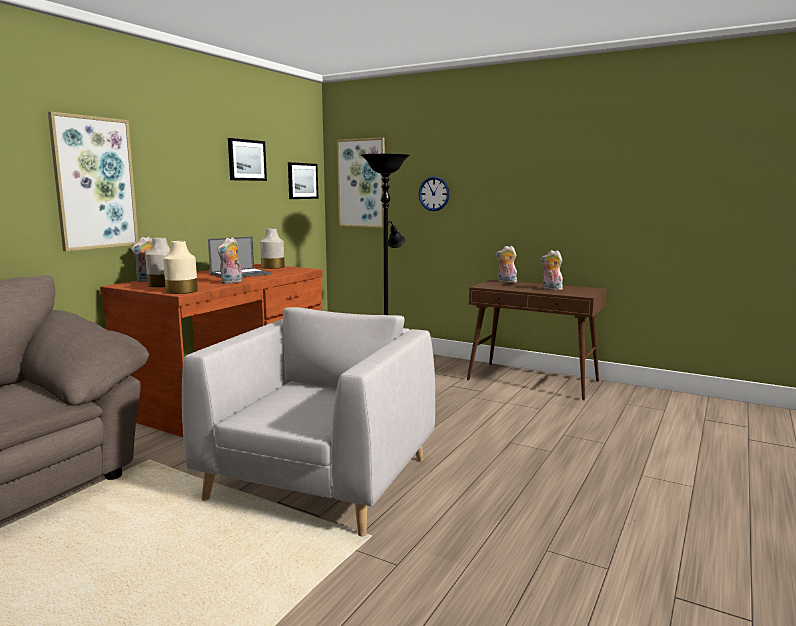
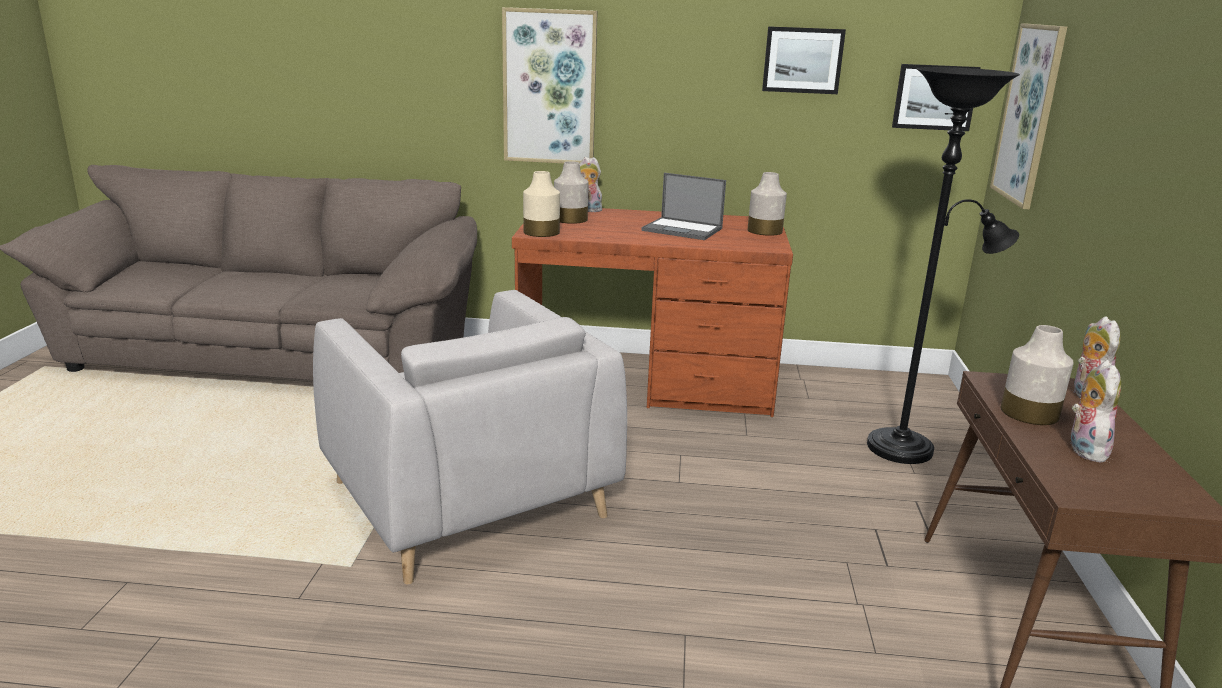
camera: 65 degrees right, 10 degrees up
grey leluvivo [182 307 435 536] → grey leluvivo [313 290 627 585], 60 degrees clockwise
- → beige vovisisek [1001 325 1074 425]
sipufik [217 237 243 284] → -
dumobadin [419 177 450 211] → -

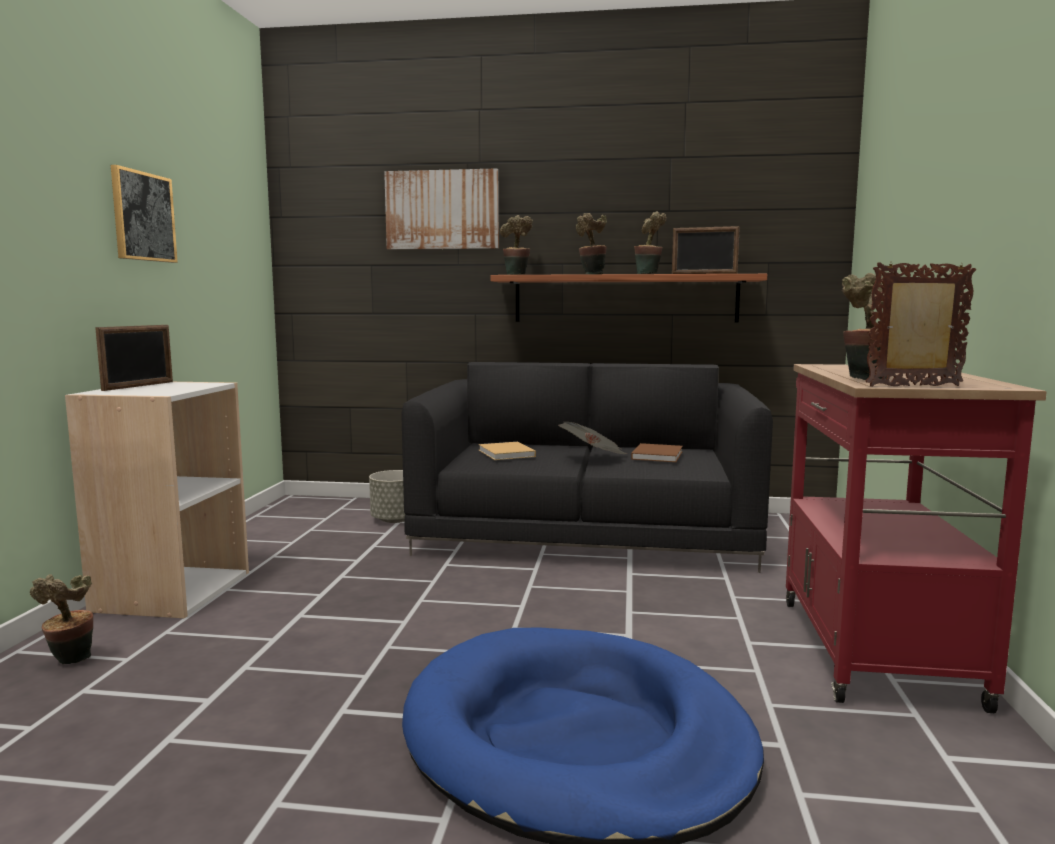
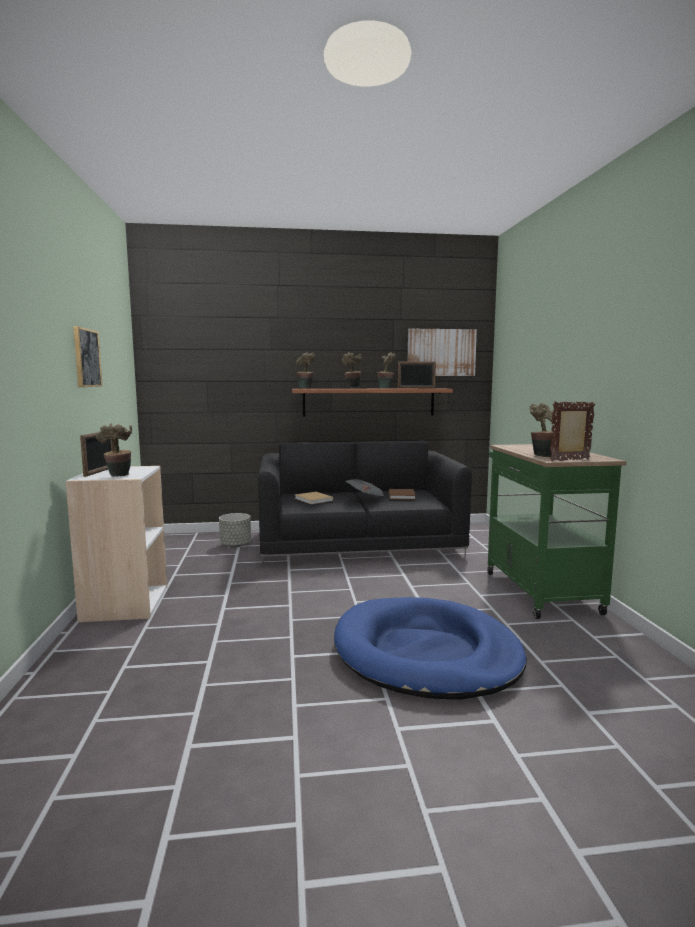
camera: 15 degrees left, 0 degrees up
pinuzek [30 574 93 664] → pinuzek [96 423 132 477], moved
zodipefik [384 168 499 250] → zodipefik [408 329 477 376], moved
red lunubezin [786 364 1047 713] → green lunubezin [487 444 626 619]

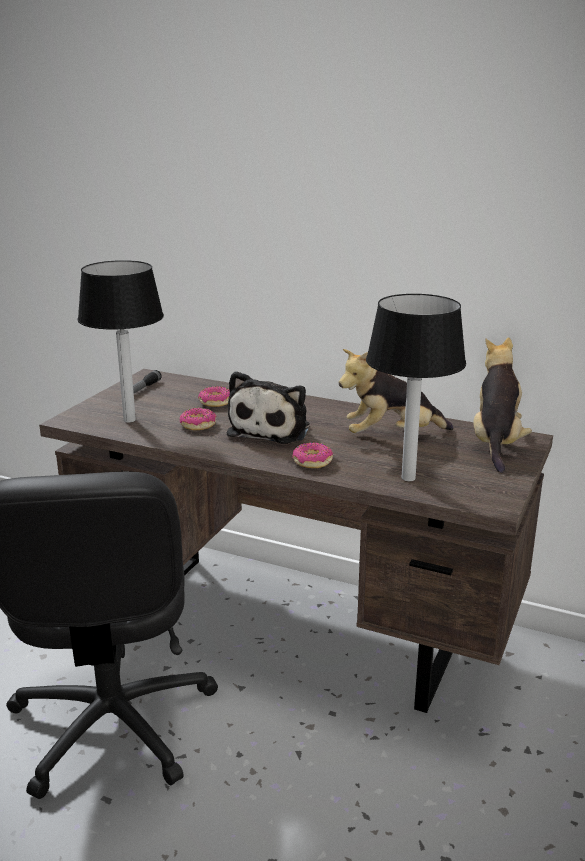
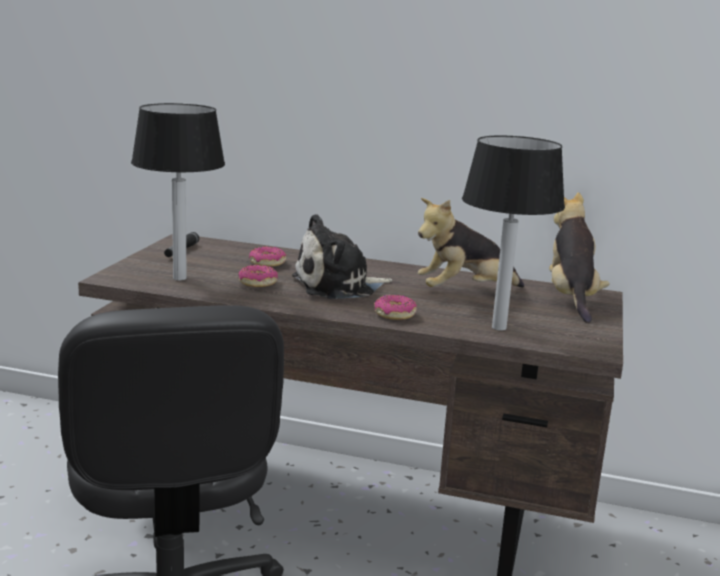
camera: 10 degrees left, 5 degrees down
sipufik [227 371 310 444] → sipufik [292 214 393 299], 60 degrees clockwise

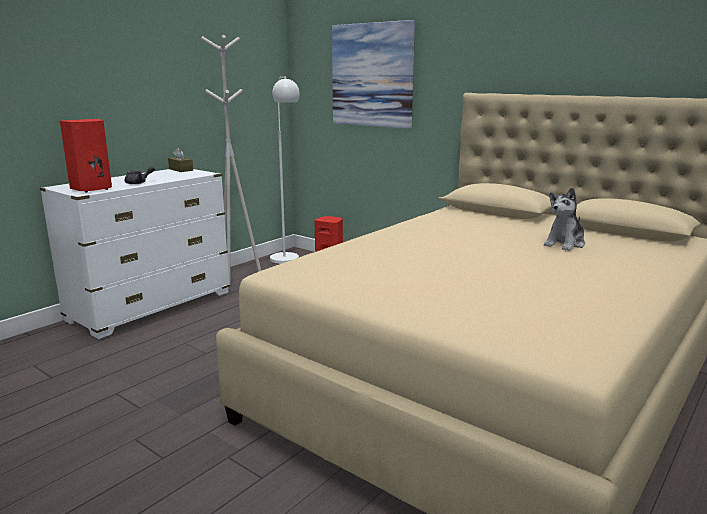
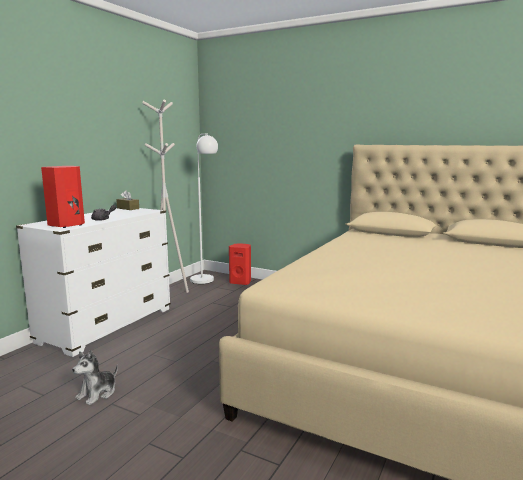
camera: 10 degrees left, 5 degrees down
sipufik [544 187 585 251] → sipufik [72 350 118 405], moved
zodipefik [332 20 415 129] → -

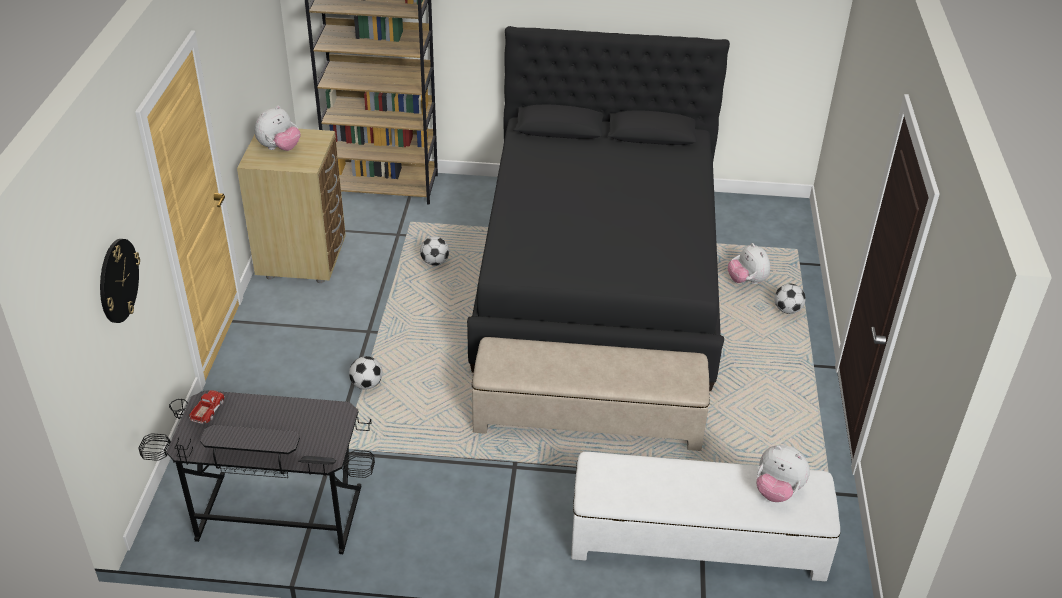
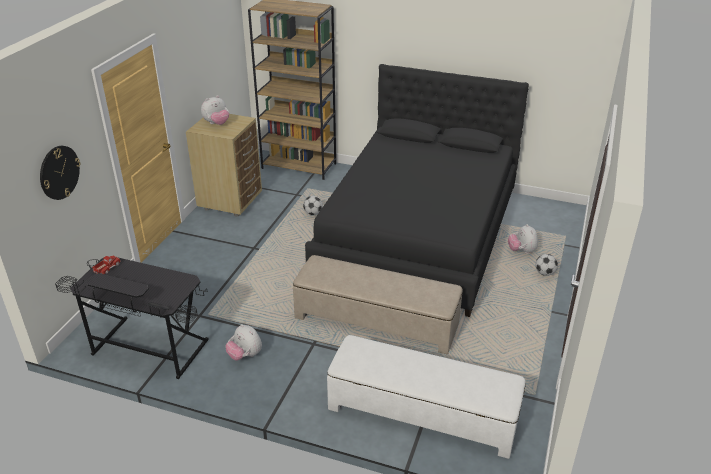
camera: 15 degrees right, 5 degrees down
sipufik [756 445 810 502] → sipufik [225 324 262 361], moved
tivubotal [349 356 382 390] → -

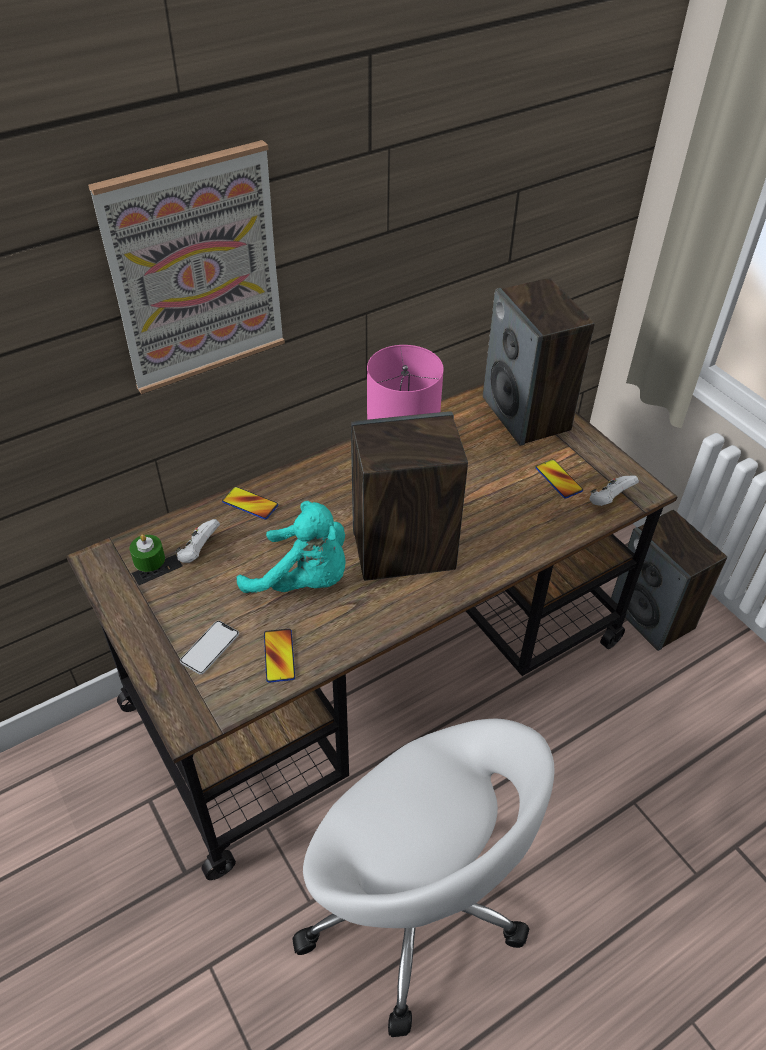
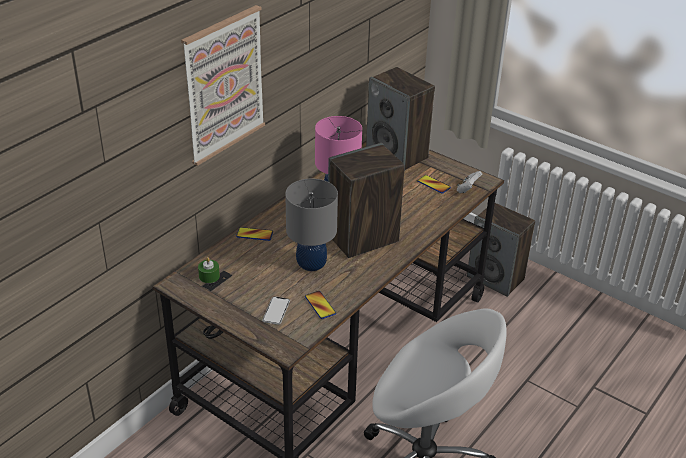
camera: 20 degrees left, 10 degrees down
turquoise sipufik [237 501 345 593] → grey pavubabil [285 179 338 271]
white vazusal [176 519 220 563] → -

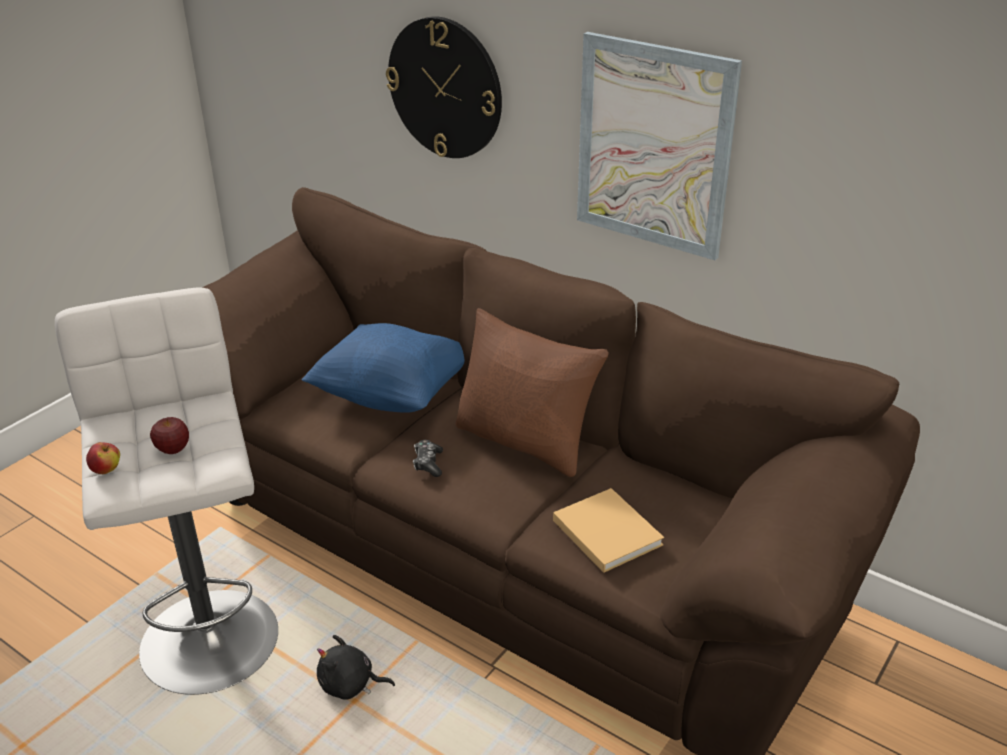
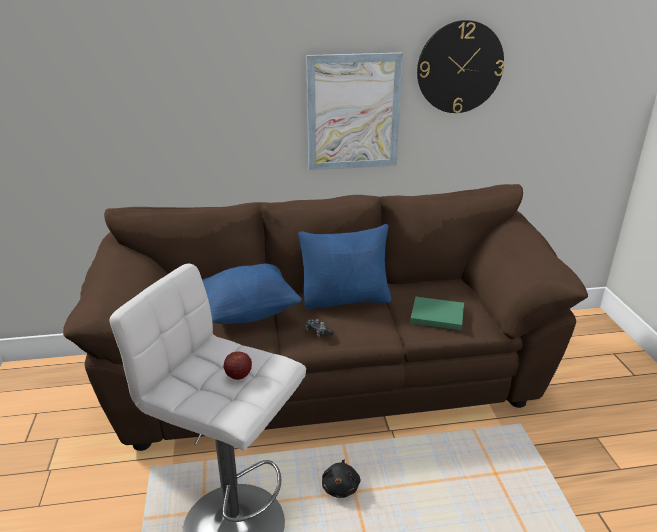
camera: 45 degrees left, 5 degrees down
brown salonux [456 308 609 477] → blue salonux [298 224 391 310]
black sipufik [317 635 395 700] → black sipufik [322 460 360 498], 45 degrees counterclockwise
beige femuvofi [553 488 664 573] → green femuvofi [410 297 464 330]
dumobadin [386 16 502 158] → dumobadin [417 20 504 113], moved
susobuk [86 442 120 474] → -

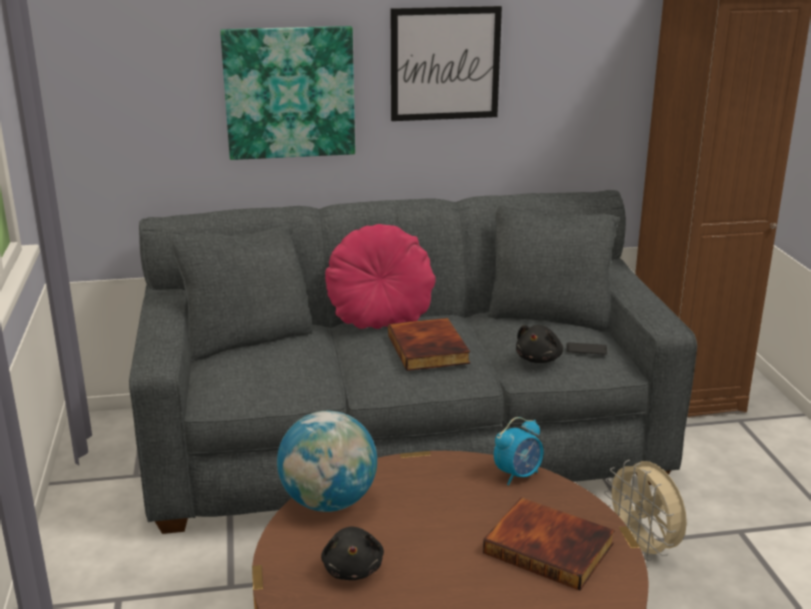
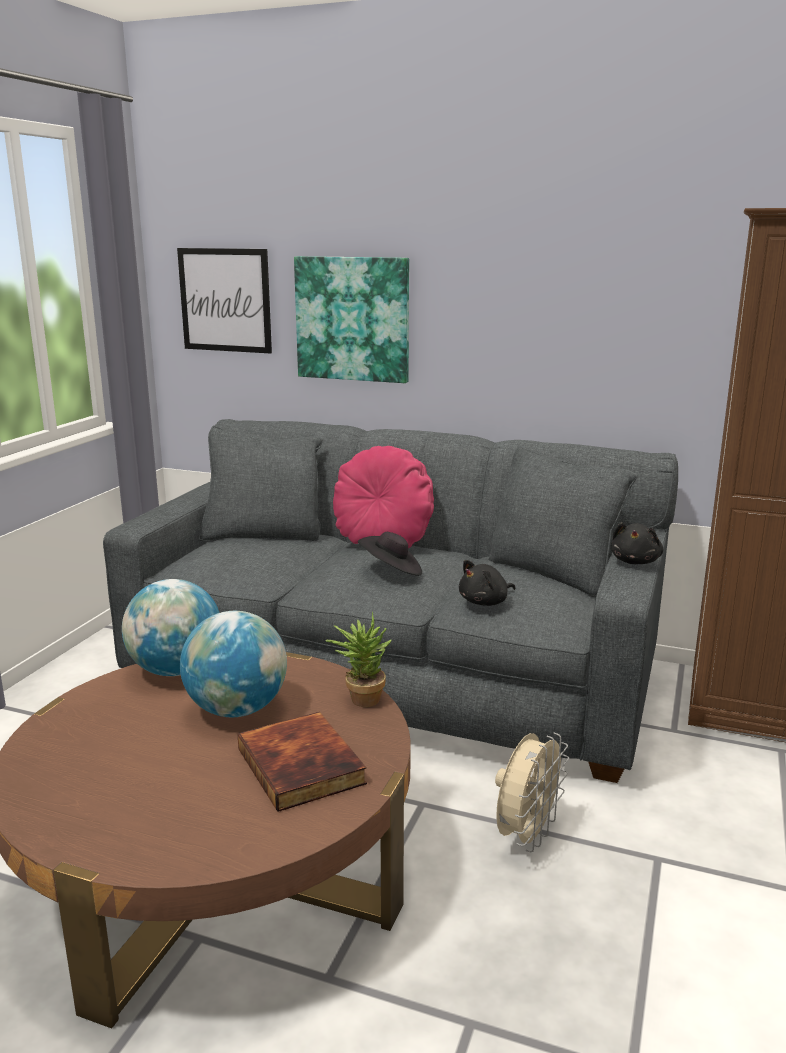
camera: 30 degrees right, 5 degrees down
zodipefik [391 6 502 121] → zodipefik [177 248 272 353], moved
- → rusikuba [180 611 287 717]
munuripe [494 417 543 485] → pinuzek [326 612 392 707]
femuvofi [388 318 470 371] → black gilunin [358 532 422 576]
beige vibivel [604 460 687 561] → beige vibivel [495 733 569 852], 150 degrees counterclockwise
black sipufik [321 527 384 580] → black sipufik [611 522 663 564], moved
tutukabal [566 343 607 355] → -

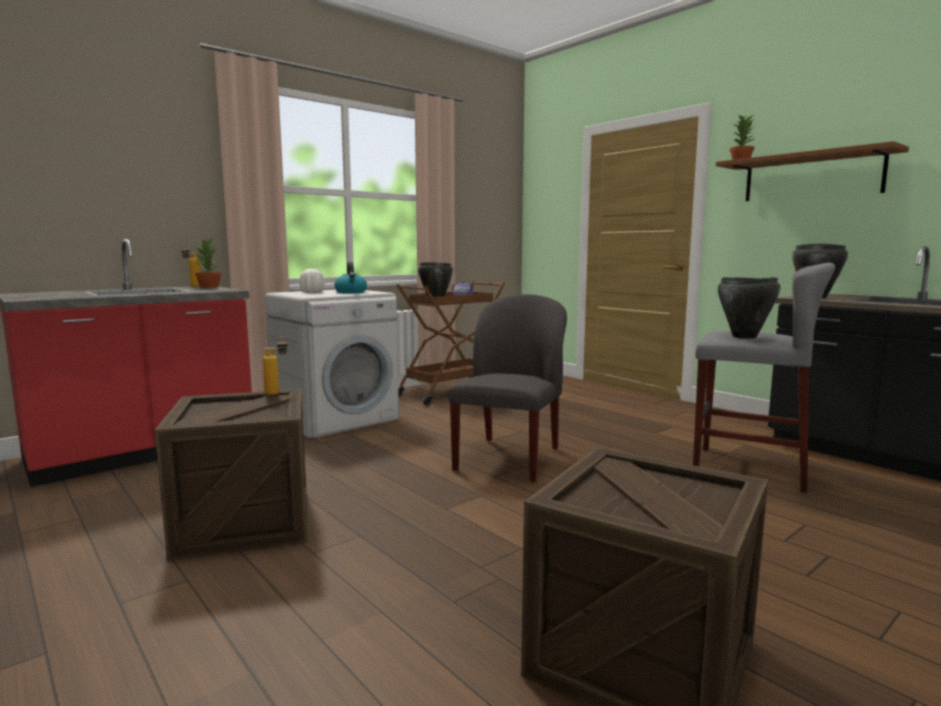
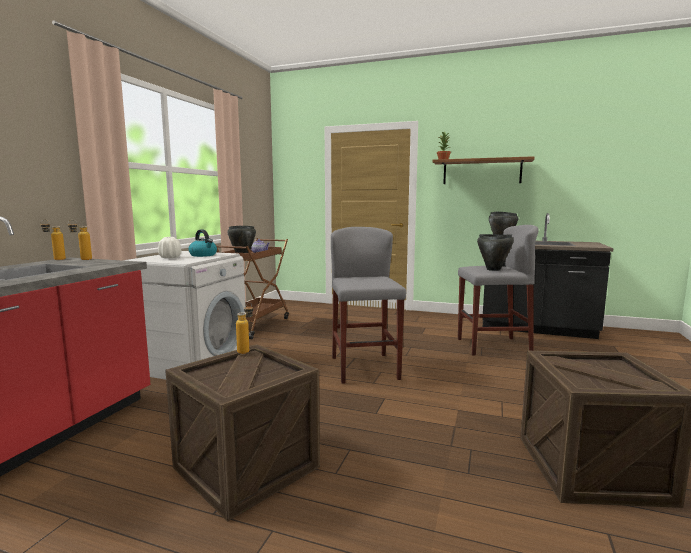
camera: 30 degrees left, 0 degrees up
pinuzek [195 238 222 288] → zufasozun [68 220 92 260]
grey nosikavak [448 294 567 482] → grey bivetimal [331 227 406 384]

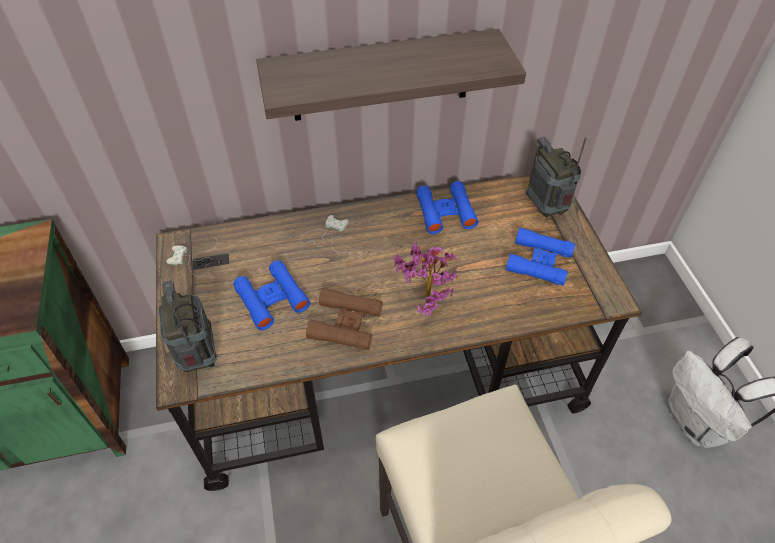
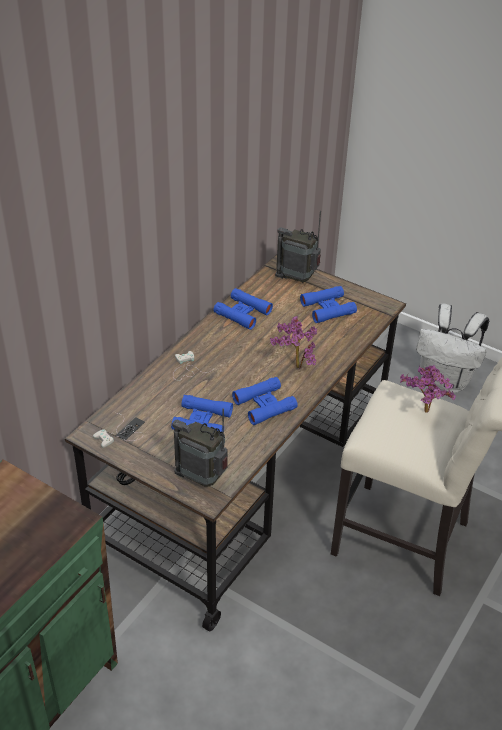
camera: 45 degrees left, 10 degrees down
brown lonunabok [306 288 383 350] → blue lonunabok [232 377 298 425]
- → pinuzek [400 365 456 413]
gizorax [256 28 526 121] → -

